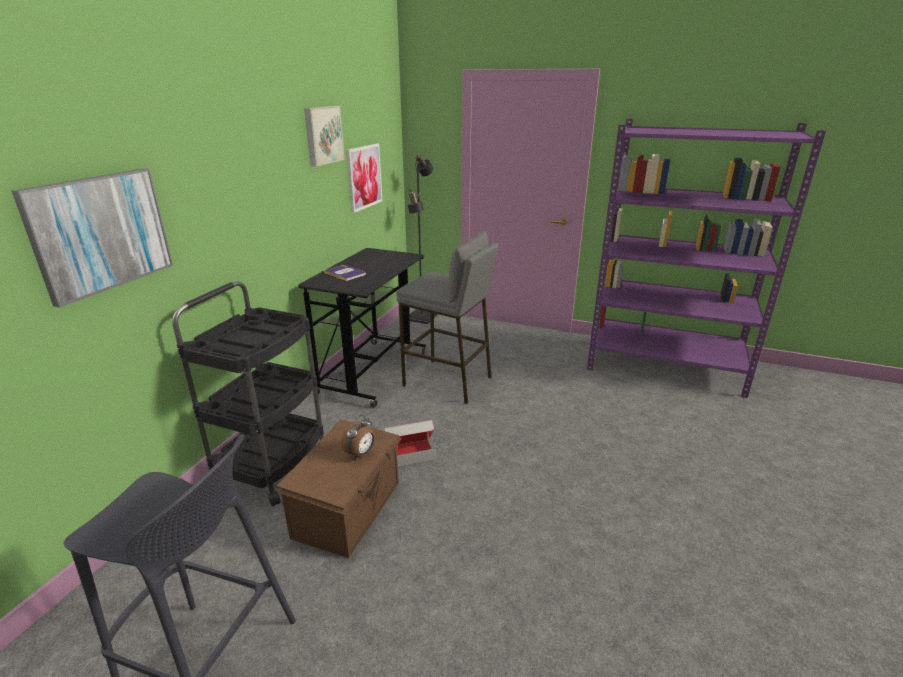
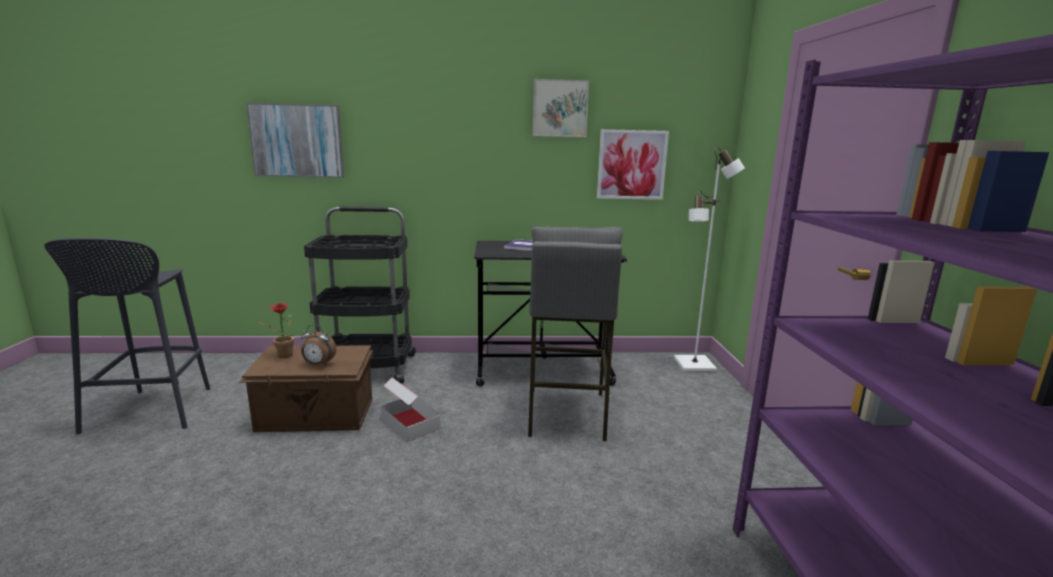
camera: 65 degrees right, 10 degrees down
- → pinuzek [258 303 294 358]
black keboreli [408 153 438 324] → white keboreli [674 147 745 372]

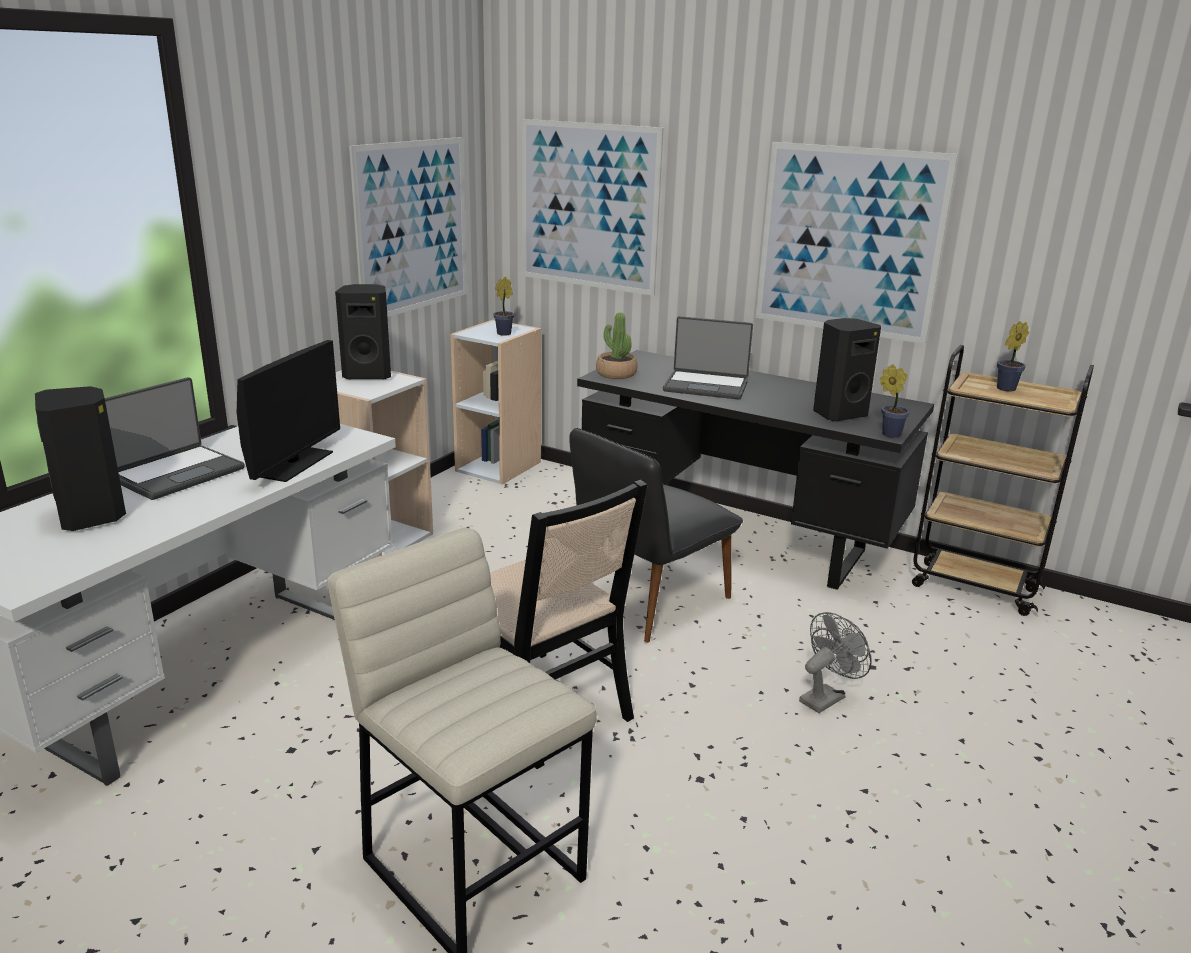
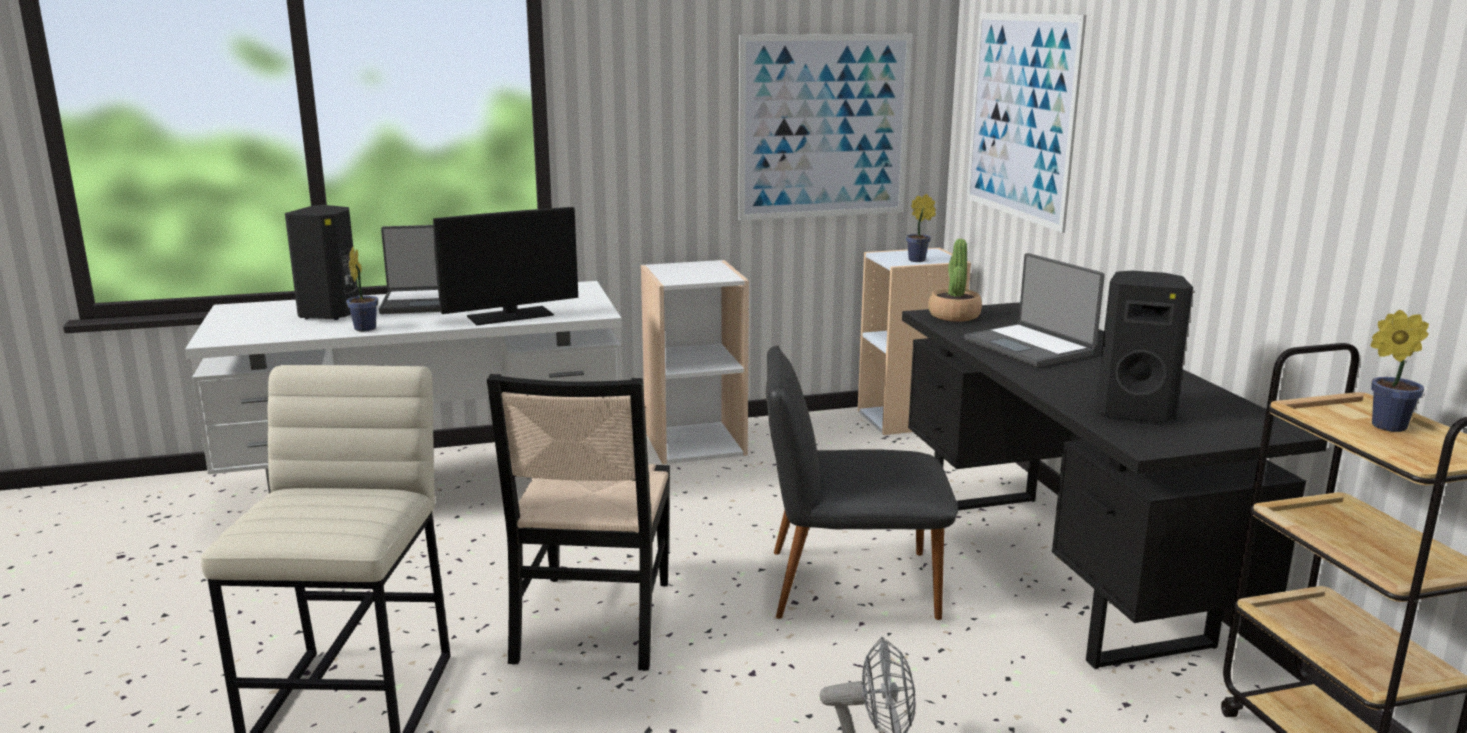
camera: 45 degrees right, 5 degrees down
pinuzek [879 364 910 438] → pinuzek [346 247 378 331], moved
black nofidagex [335 284 391 379] → -
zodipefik [756 142 958 344] → -

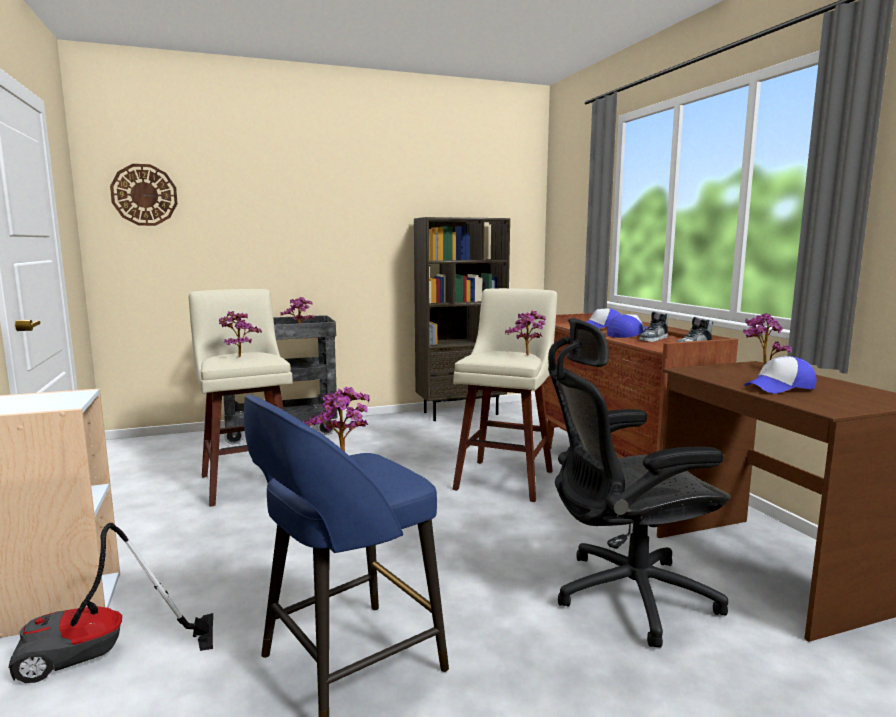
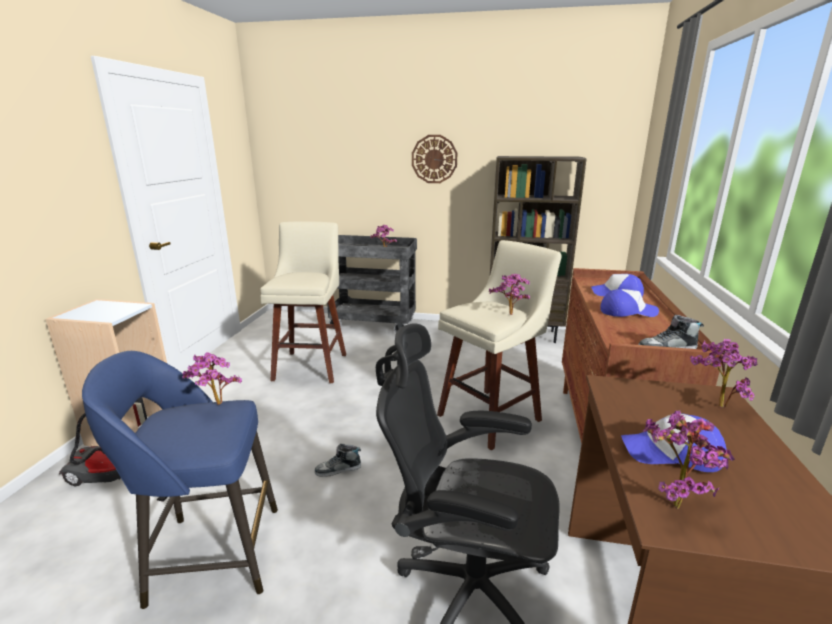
camera: 30 degrees right, 10 degrees up
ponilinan [639 311 669 342] → ponilinan [315 444 361 477], moved
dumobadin [110 164 178 226] → dumobadin [412 135 457 183], moved
pinuzek [219 311 262 357] → pinuzek [643 411 735 509], moved

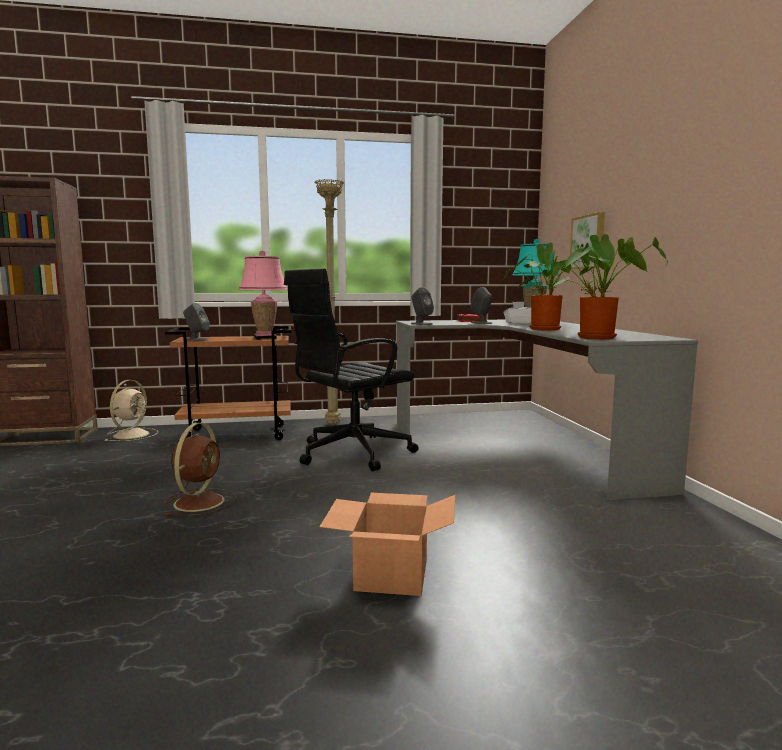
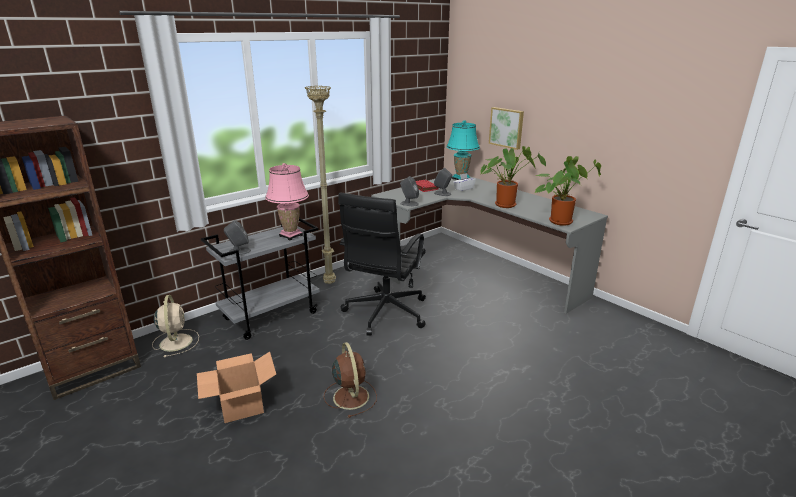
camera: 30 degrees left, 15 degrees up
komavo [320 493 455 596] → komavo [197 351 276 423], moved
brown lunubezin [165 326 291 440] → grey lunubezin [201 218 320 340]

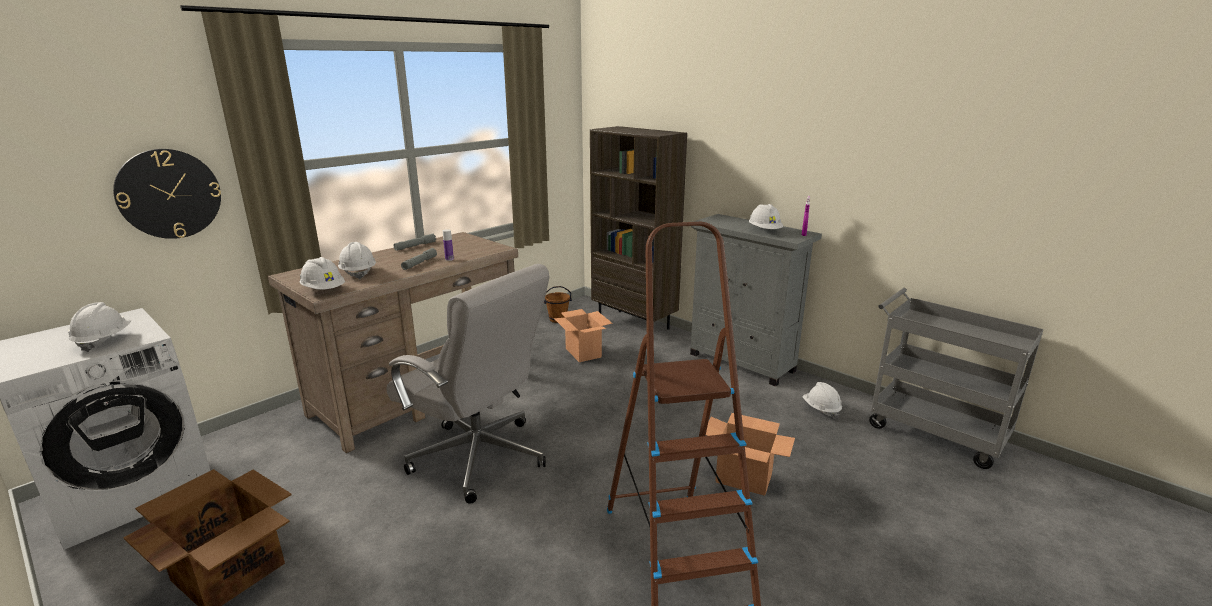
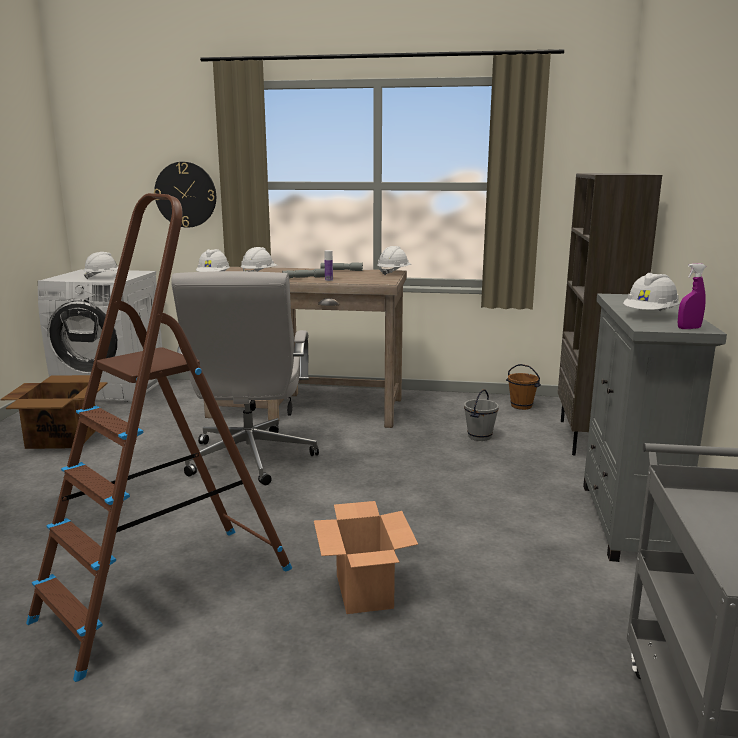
camera: 55 degrees right, 5 degrees down
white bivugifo [803 382 842 419] → white bivugifo [377 246 411 275], moved
komavo [554 309 613 362] → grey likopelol [464 389 499 441]

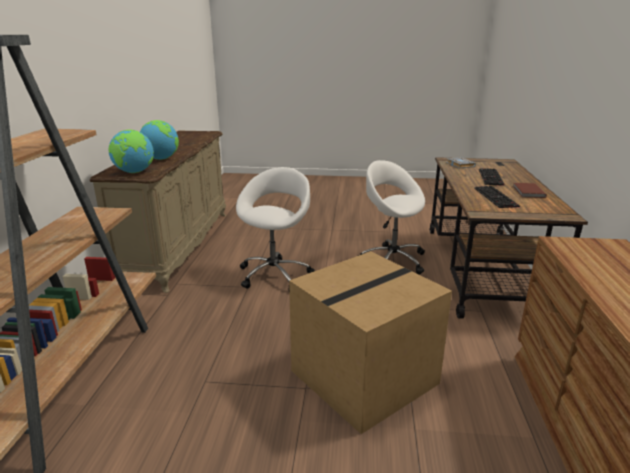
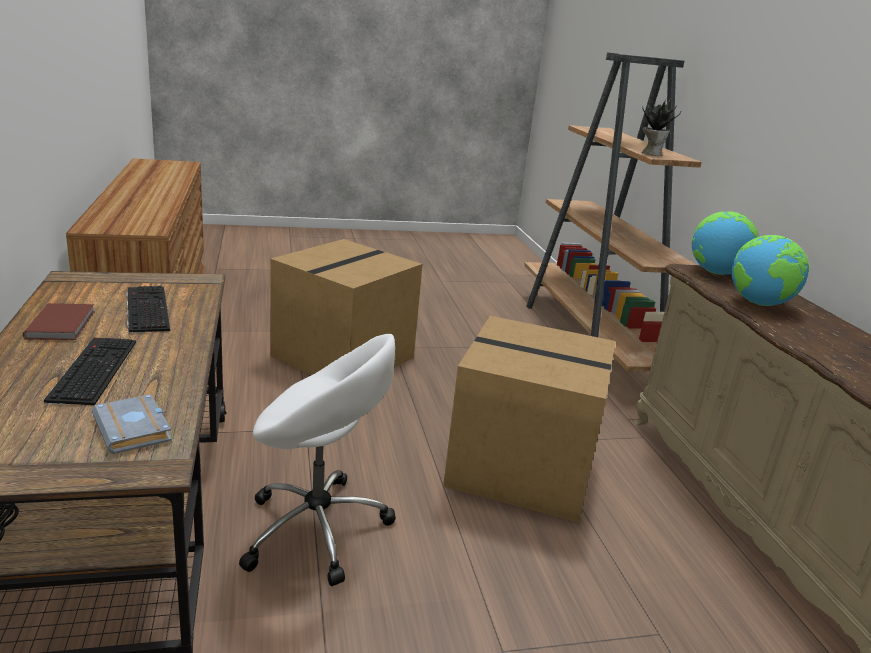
camera: 160 degrees right, 0 degrees up
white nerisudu [236 167 315 290] → komavo [443 316 615 523]
- → pinuzek [642 98 681 156]

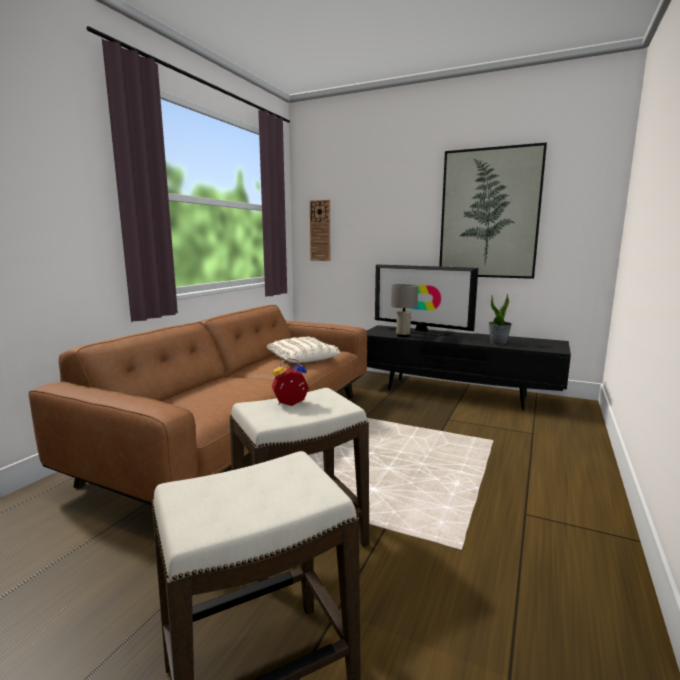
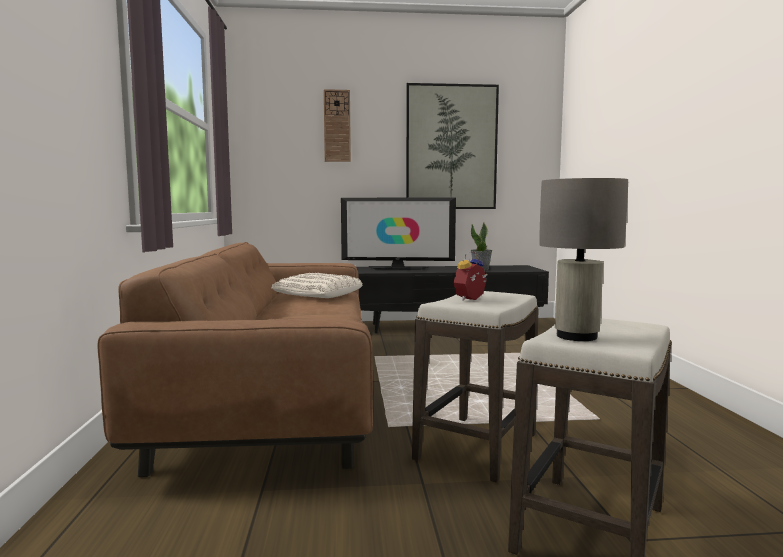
camera: 30 degrees left, 5 degrees down
dumobadin [310 200 330 261] → dumobadin [324 89 351 162], moved
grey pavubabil [391 284 418 337] → grey pavubabil [539 178 628 341], moved

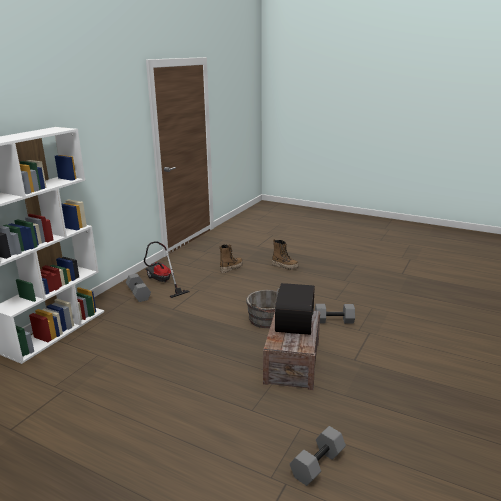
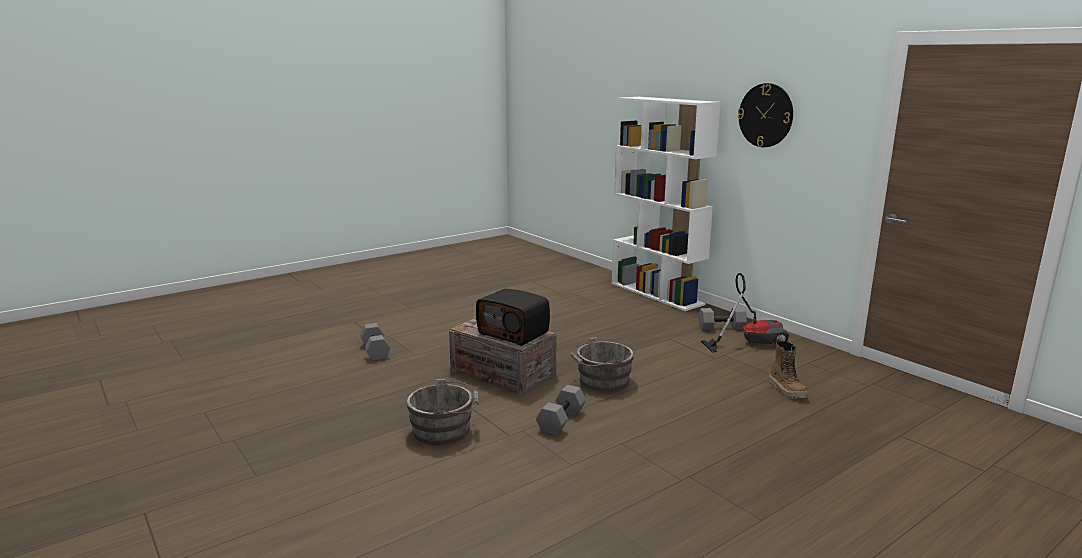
camera: 115 degrees right, 5 degrees down
- → grey likopelol [406 379 479 445]
- → dumobadin [738 83 793 147]
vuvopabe [272 239 299 270] → -

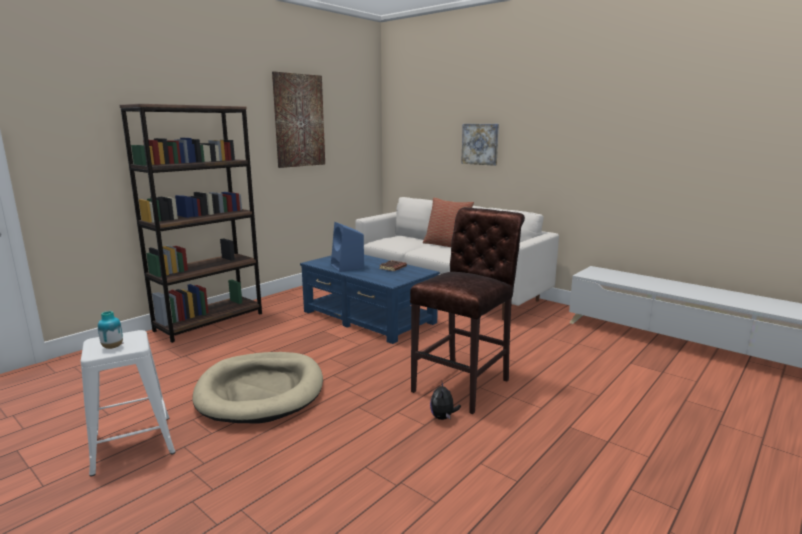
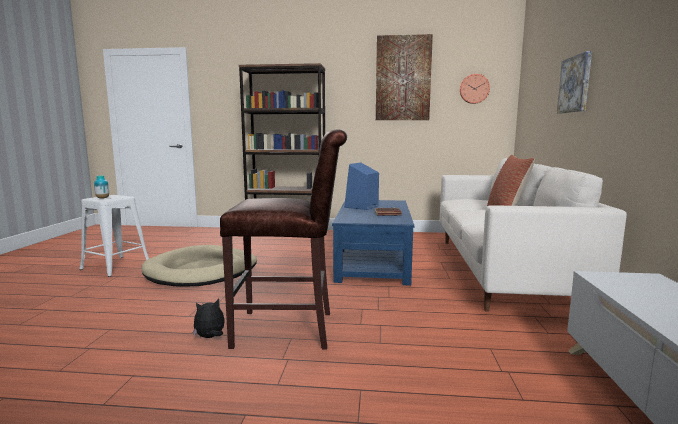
camera: 55 degrees right, 5 degrees down
- → dumobadin [460 74 490 104]

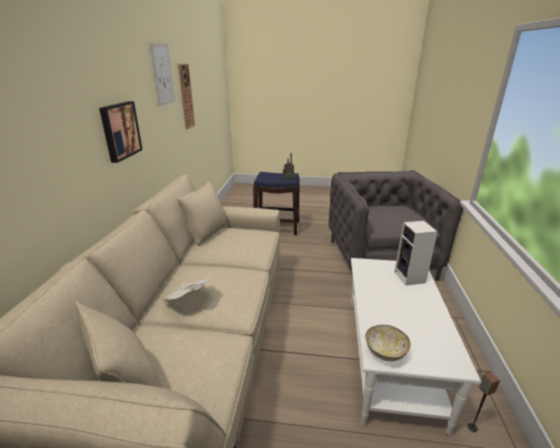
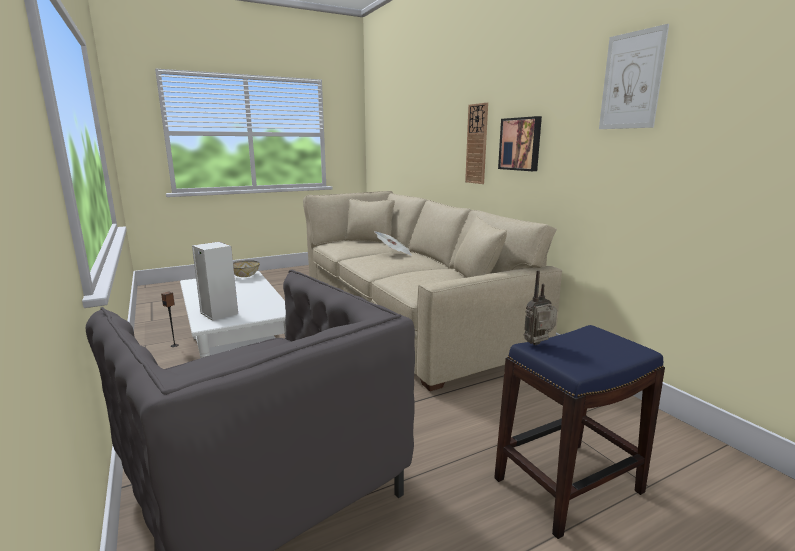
camera: 145 degrees right, 10 degrees down
dumobadin [178 64 195 129] → dumobadin [465 102 488 184], moved

